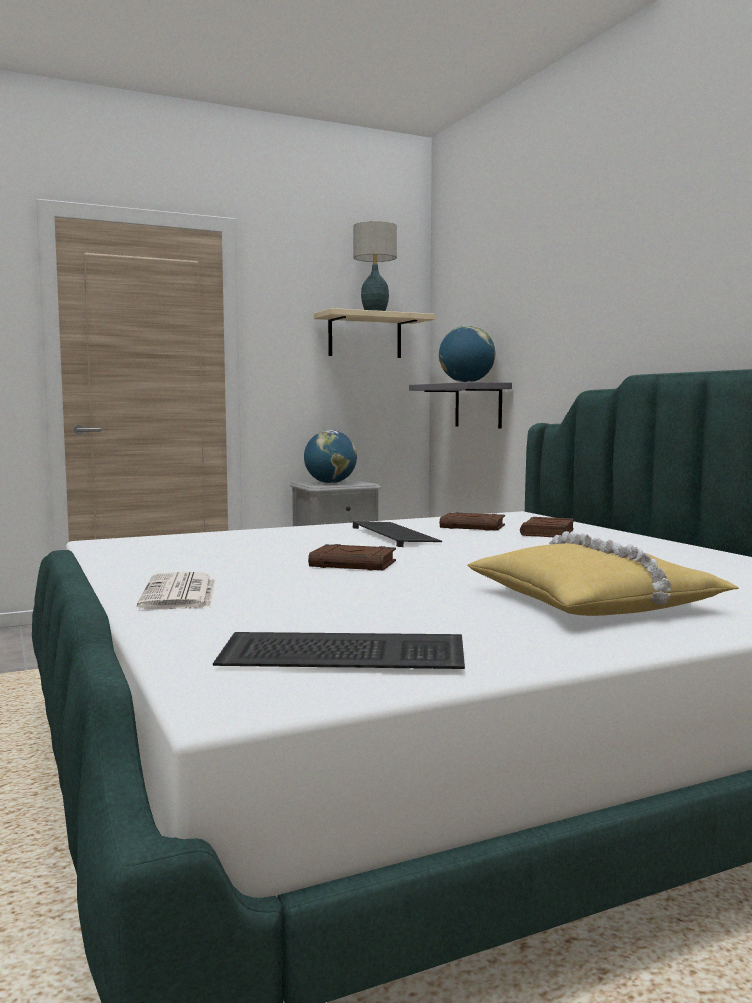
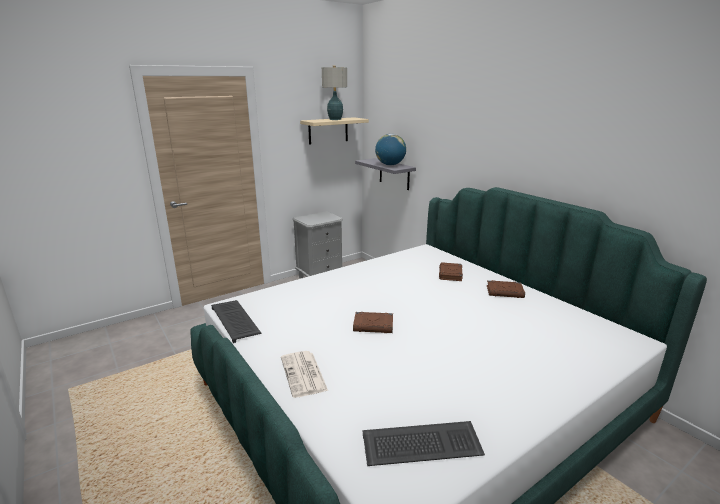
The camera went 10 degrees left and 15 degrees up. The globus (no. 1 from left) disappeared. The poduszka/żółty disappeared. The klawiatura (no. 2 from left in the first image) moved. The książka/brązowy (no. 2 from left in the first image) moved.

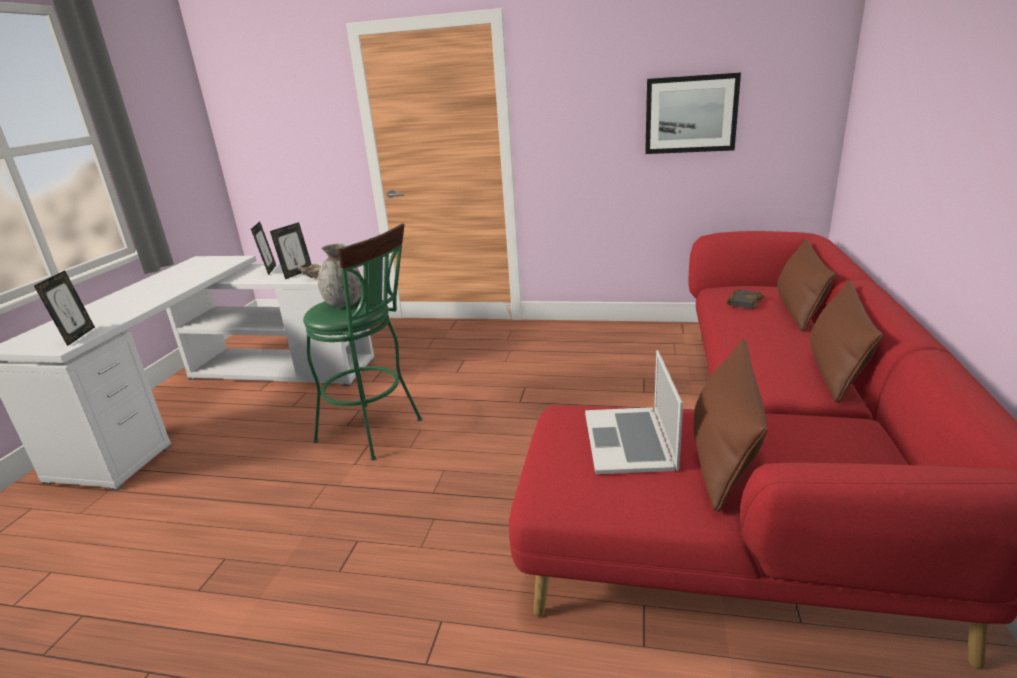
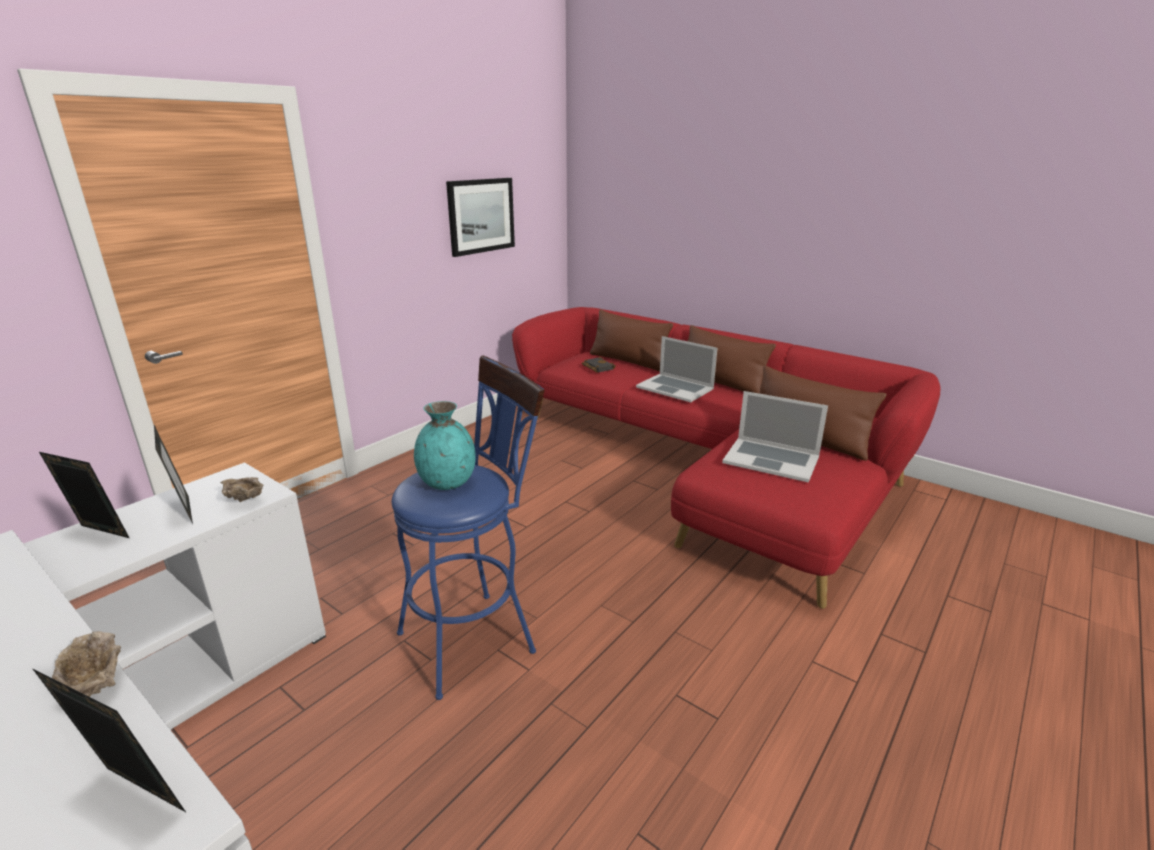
The camera went 65 degrees left and 0 degrees up. The miska/beżowy (no. 1 from left) appeared. The laptop (no. 1 from left) appeared. The stołek/zielony became the stołek/niebieski. The wazon/szary became the wazon/turkusowy.

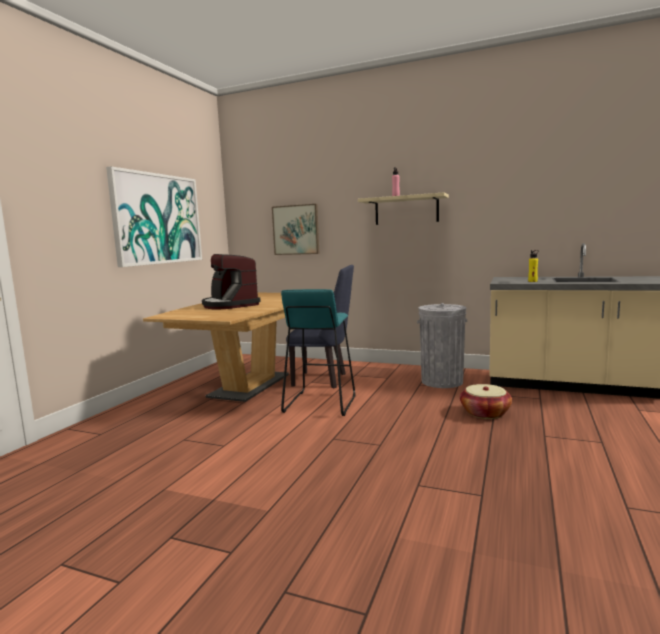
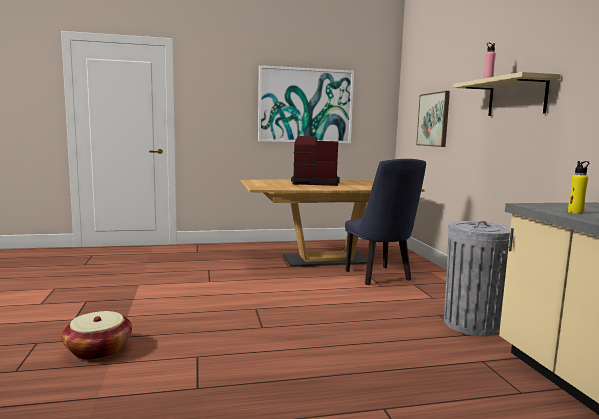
The camera went 55 degrees right and 0 degrees up. The stołek/turkusowy disappeared. The koszyk moved. The ekspres do kawy turned 75 degrees clockwise.

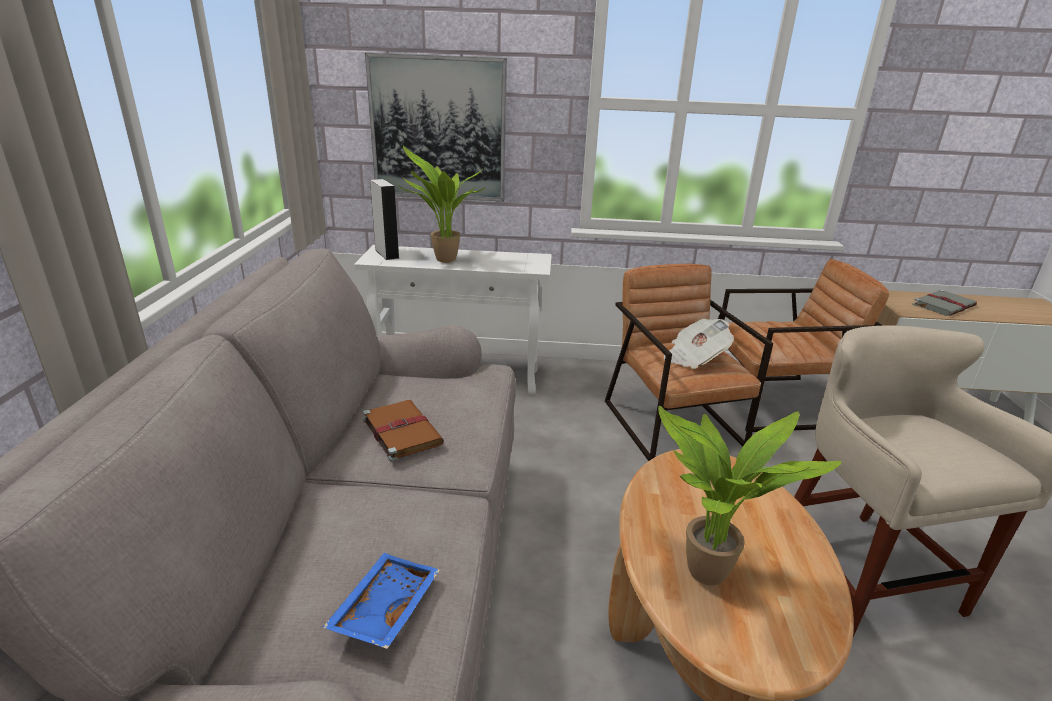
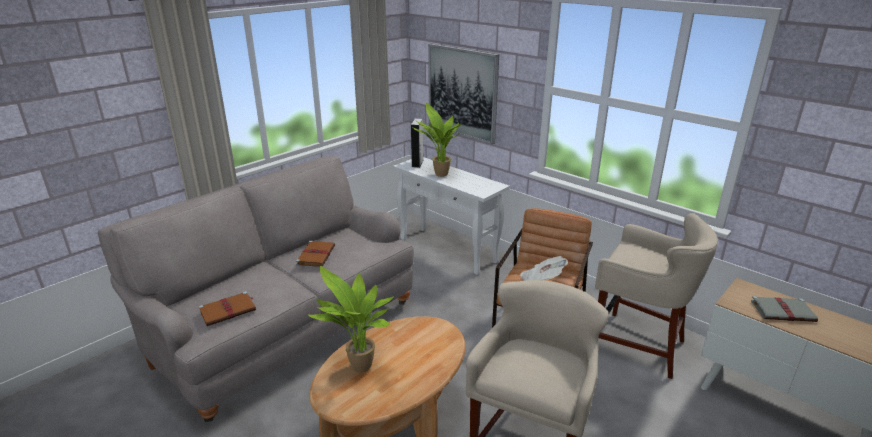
The camera went 40 degrees right and 0 degrees up. The taca/niebieski was replaced by the książka/brązowy (no. 1 from left). The fotel/brązowy (no. 2 from left) was replaced by the stołek/beżowy (no. 2 from left).

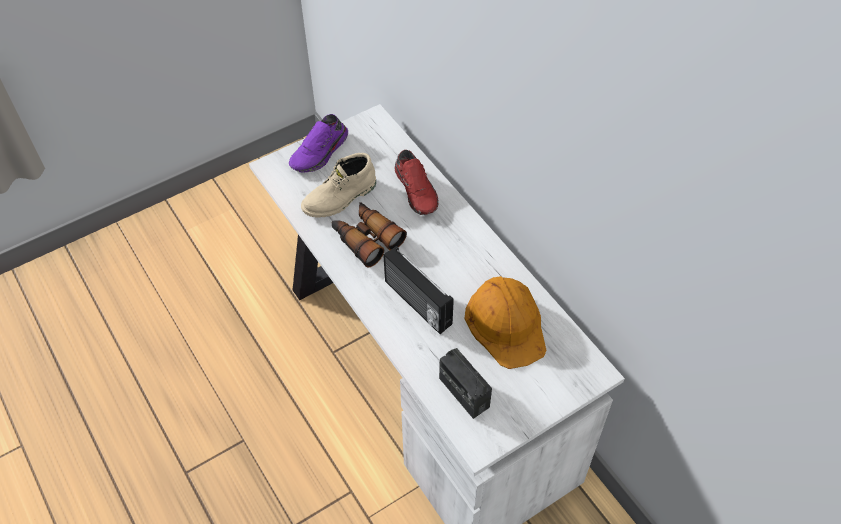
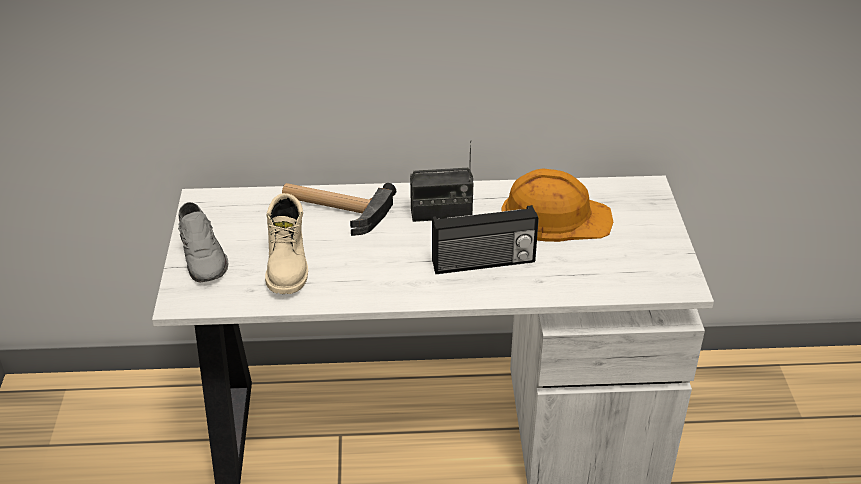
The camera went 60 degrees left and 15 degrees down. The lornetka disappeared. The radio (no. 2 from left in the first image) moved. The but/czerwony was replaced by the młotek. The but/fioletowy became the but/szary.

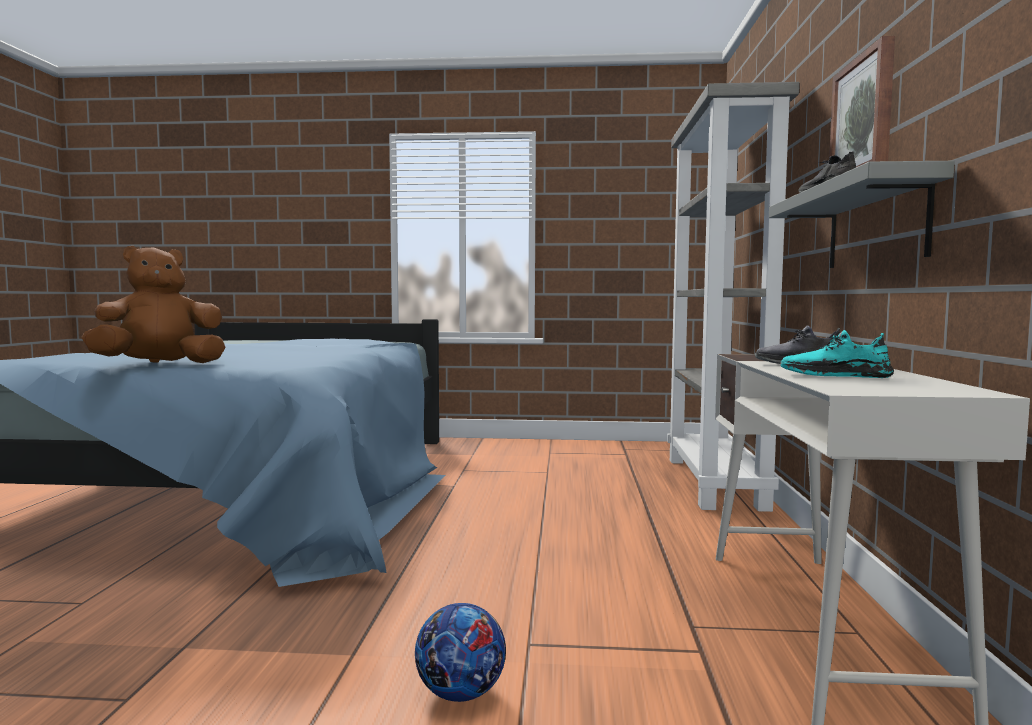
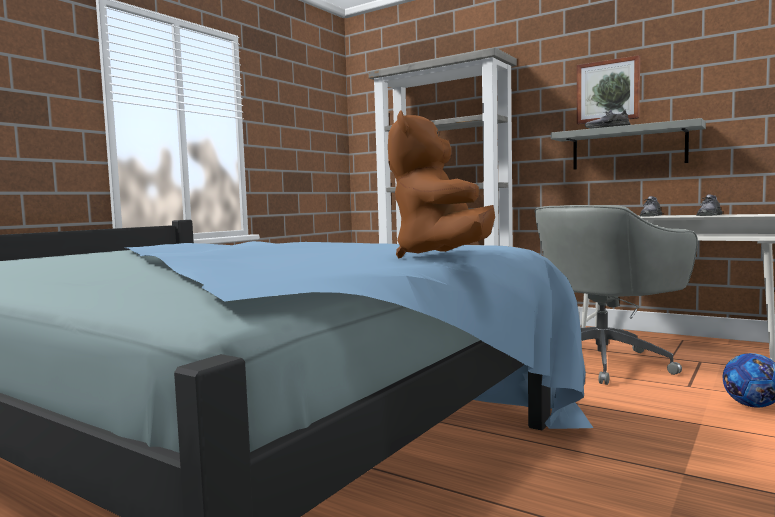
The camera went 60 degrees left and 0 degrees up. The krzesło biurowe/szary appeared. The but/turkusowy became the but/szary (no. 3 from left).

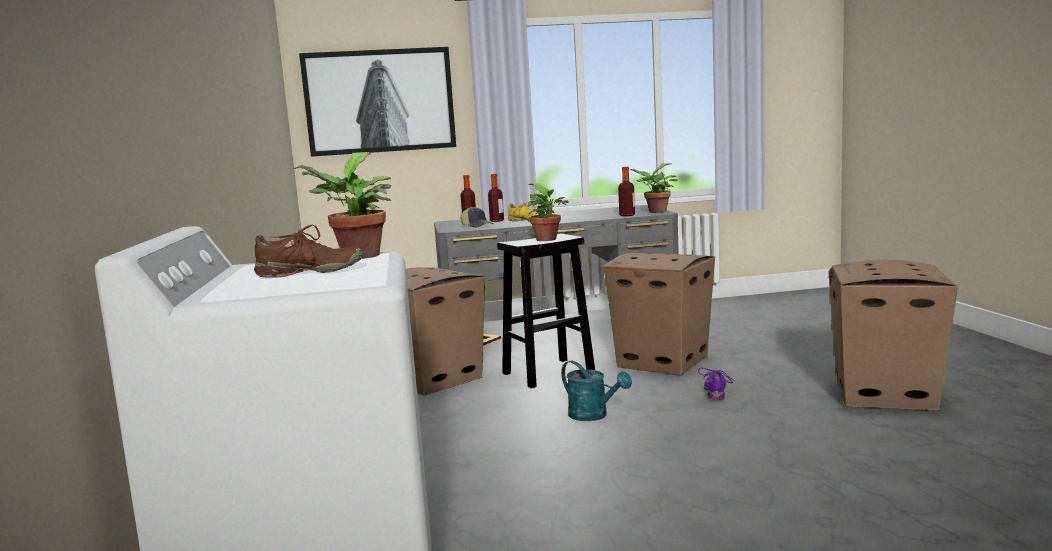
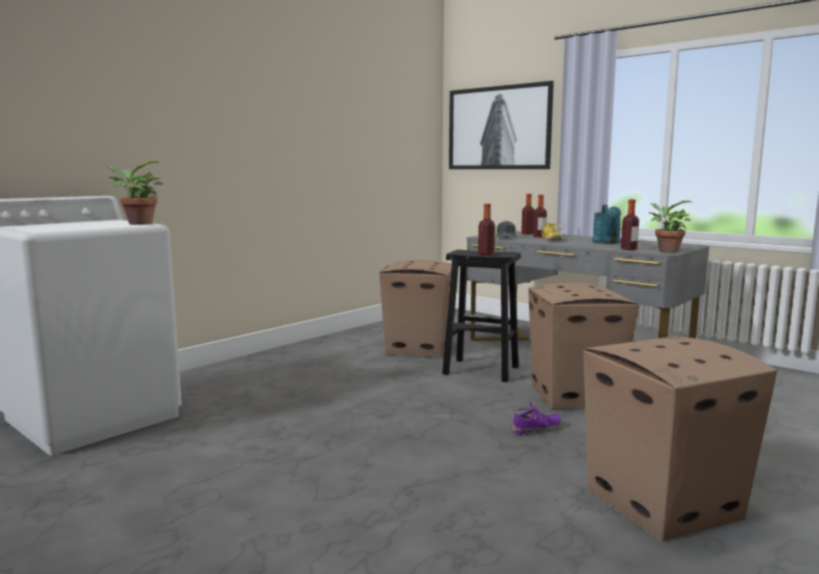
The camera went 50 degrees right and 0 degrees up. The but/brązowy disappeared. The konewka/turkusowy moved. The roślina doniczkowa (no. 2 from left) was replaced by the butelka (no. 1 from left).

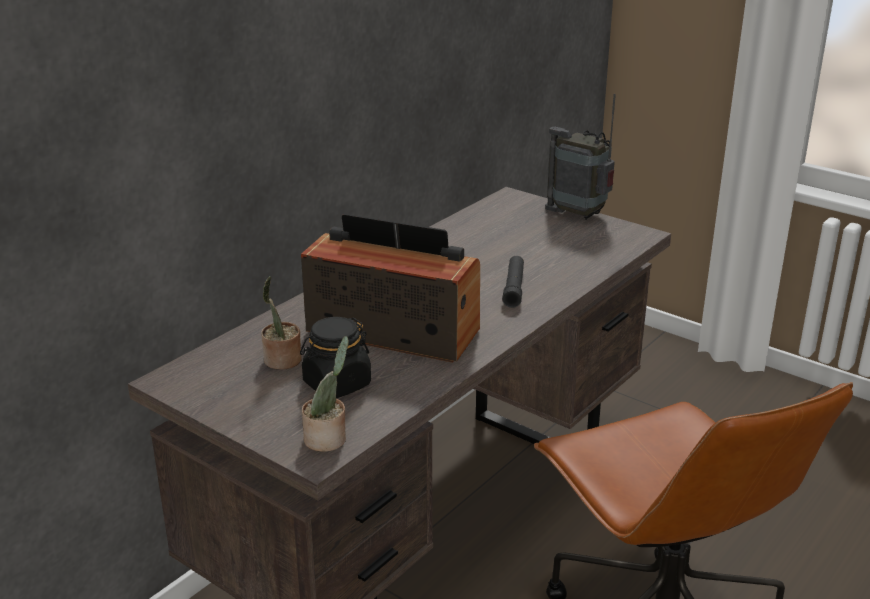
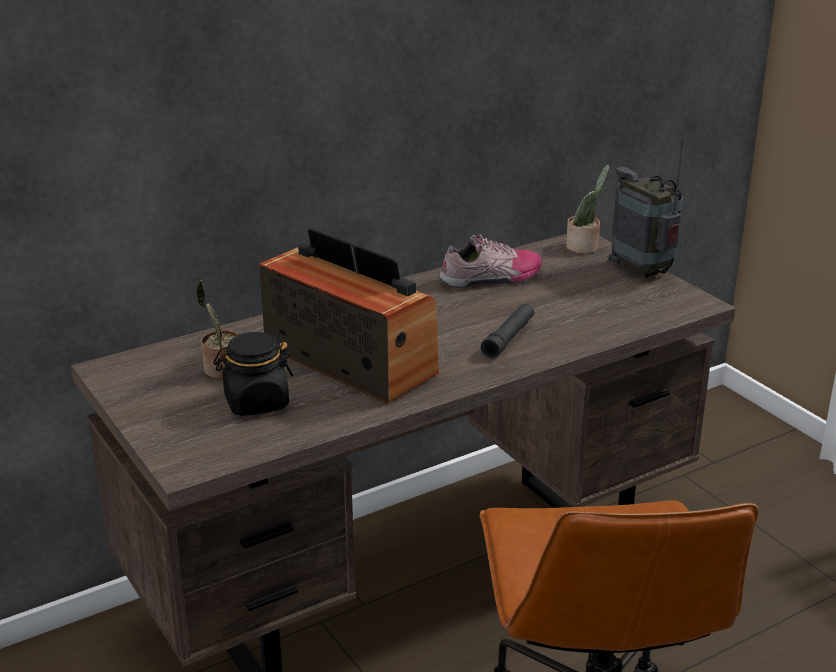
The camera went 20 degrees right and 0 degrees up. The but appeared. The roślina doniczkowa (no. 2 from left) moved.

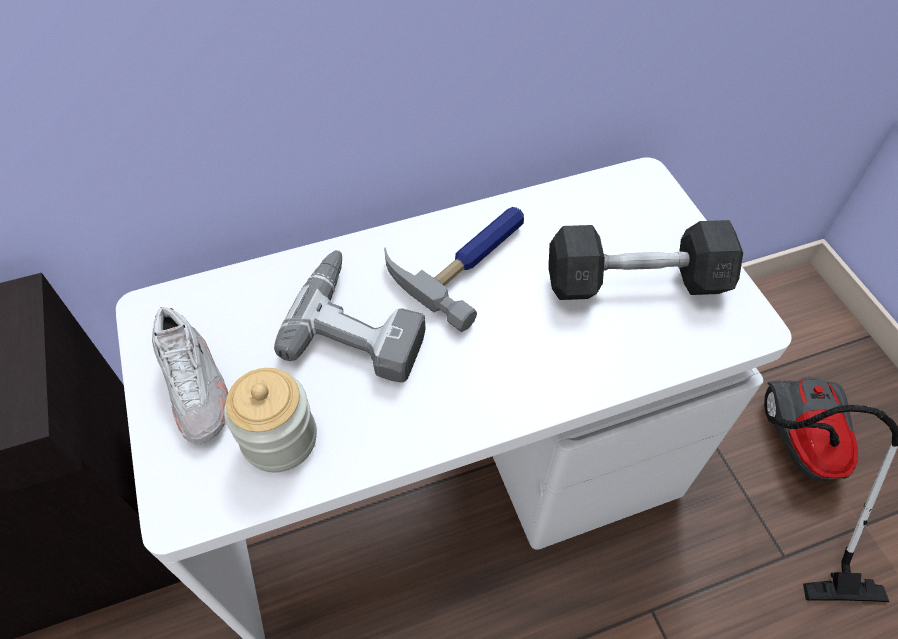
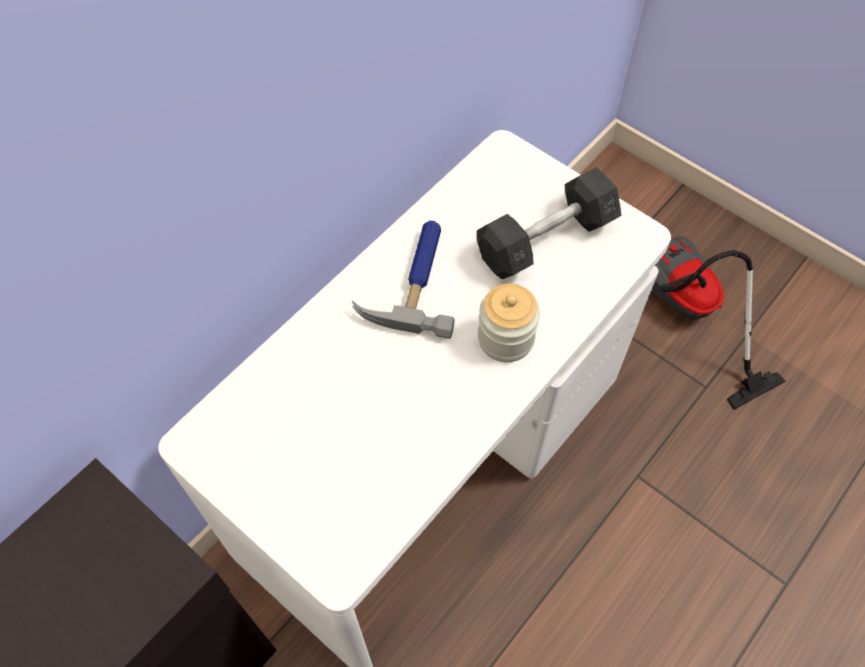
The camera went 30 degrees left and 5 degrees up. The but/biały disappeared. The wiertarka disappeared. The słoik moved.

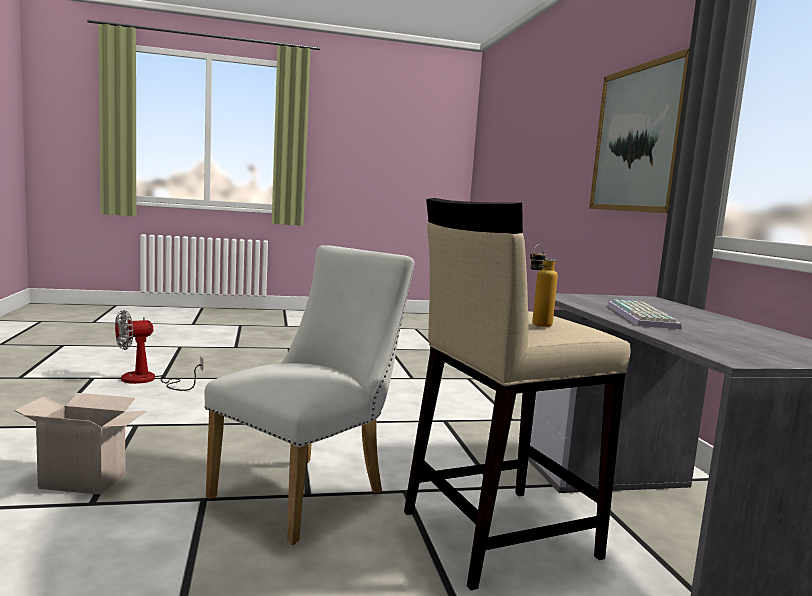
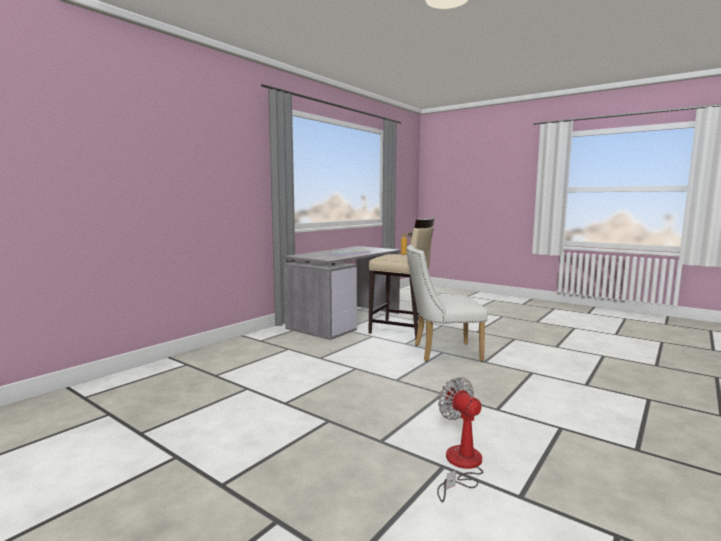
The camera went 130 degrees left and 0 degrees up. The karton disappeared. The obraz disappeared. The wentylator turned 135 degrees counterclockwise.

